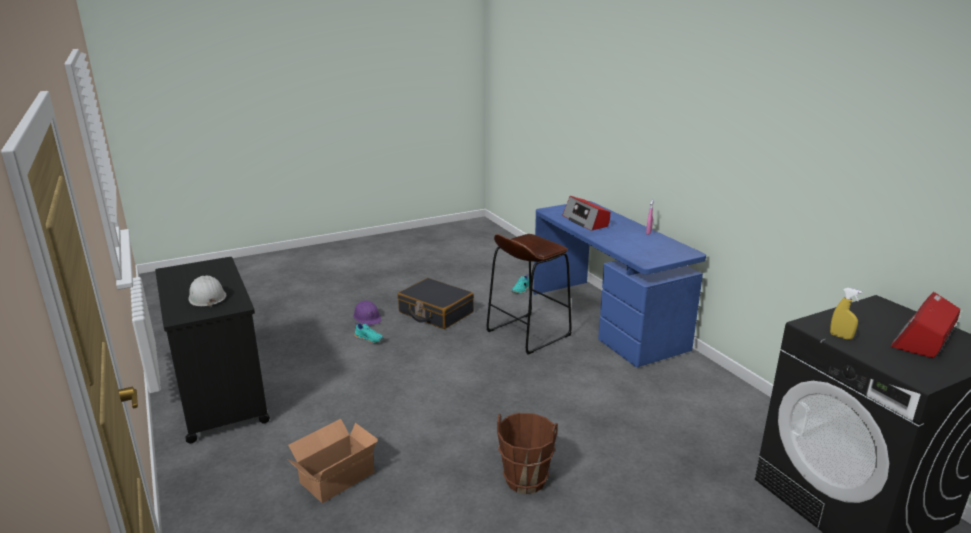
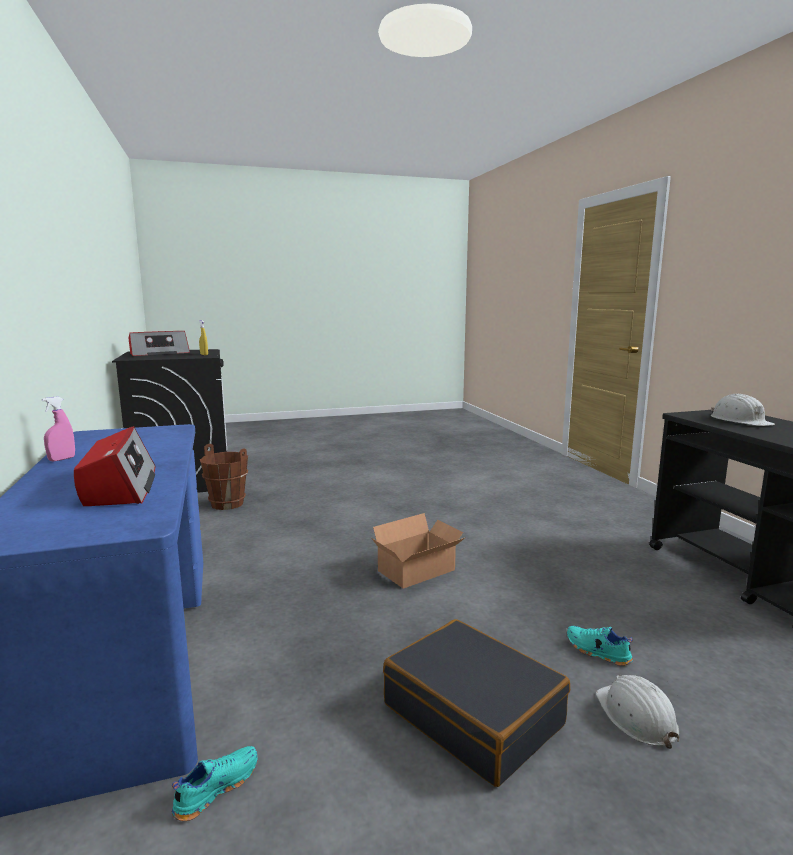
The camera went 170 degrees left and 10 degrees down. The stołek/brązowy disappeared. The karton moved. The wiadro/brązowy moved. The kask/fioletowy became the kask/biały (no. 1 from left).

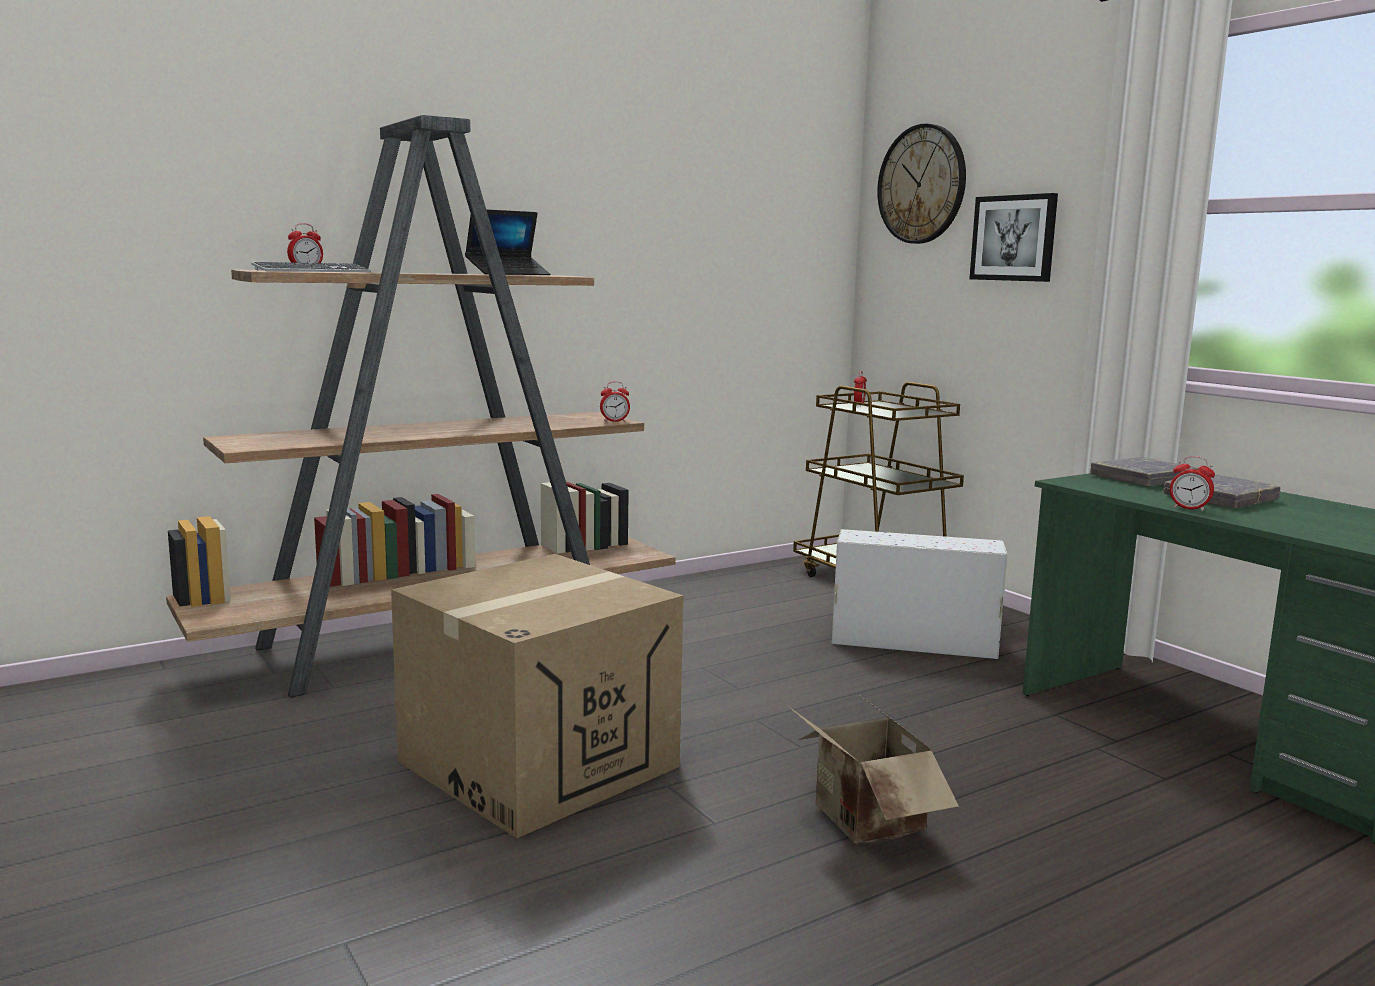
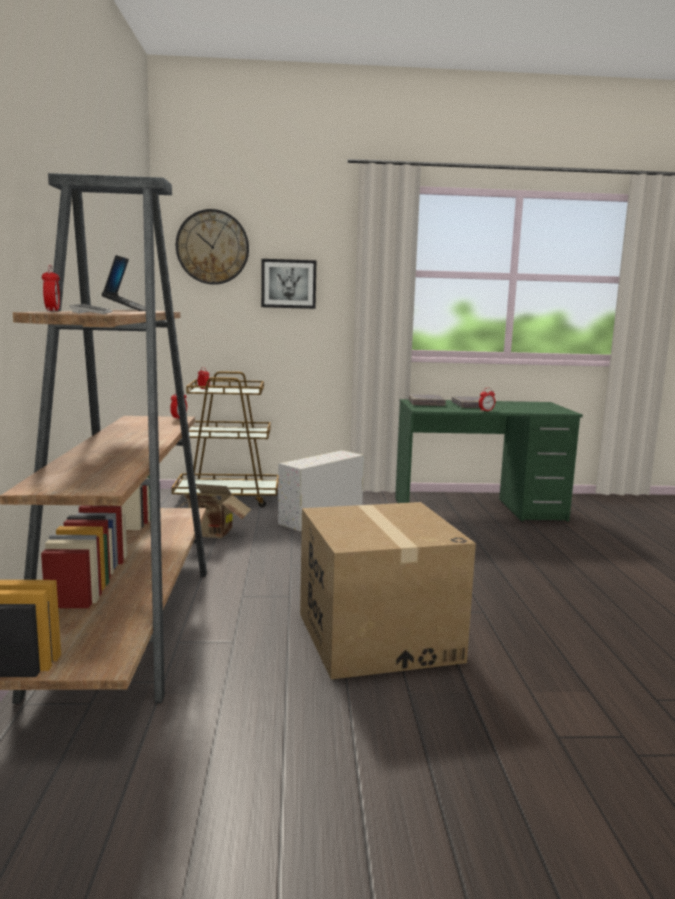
The camera went 60 degrees left and 0 degrees up. The karton (no. 2 from left in the first image) moved.

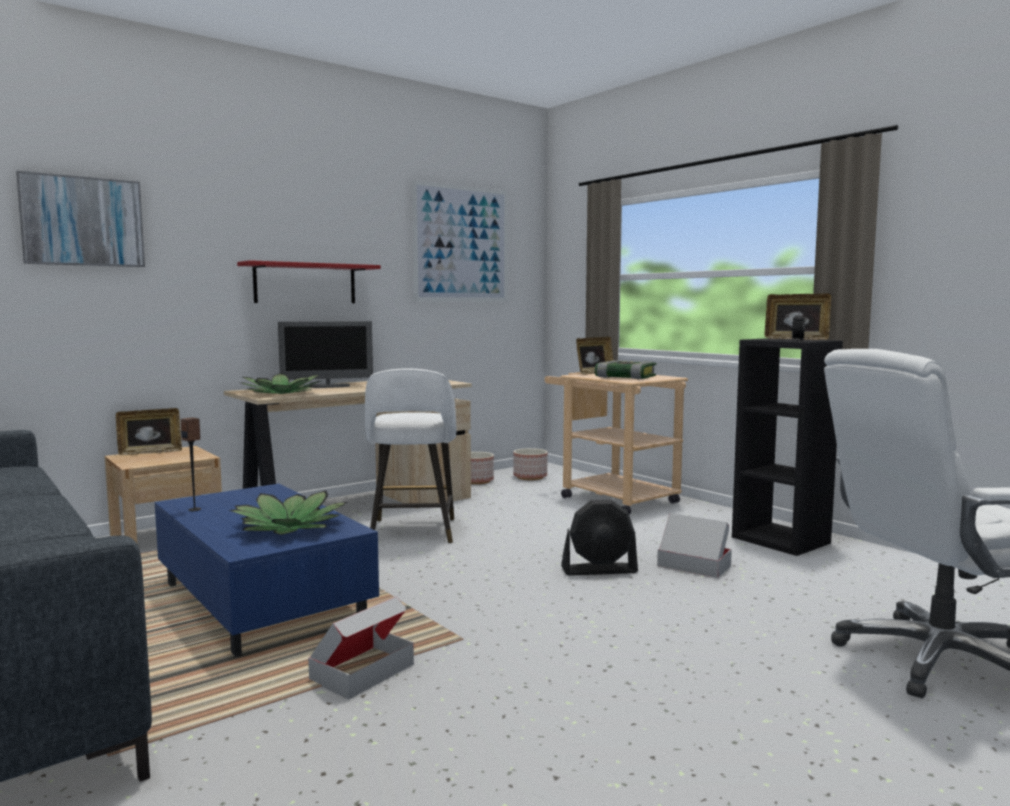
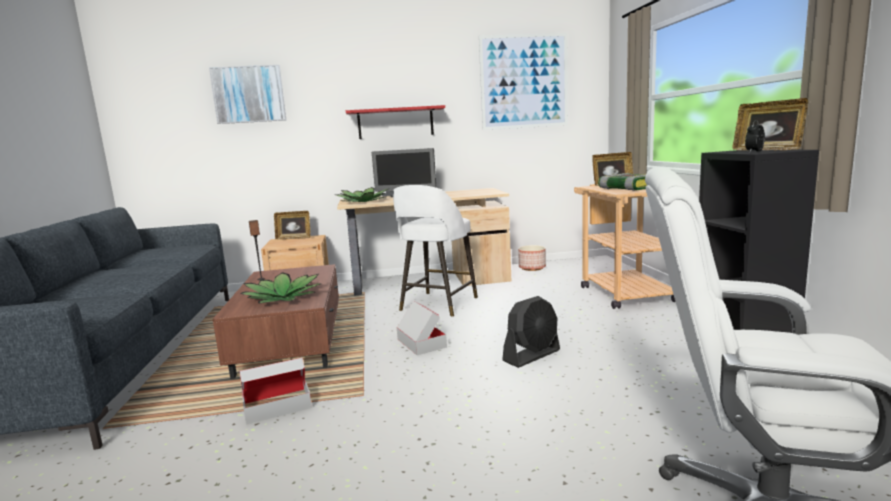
The camera went 30 degrees right and 5 degrees up. The donica (no. 2 from left) disappeared. The karton (no. 2 from left) moved. The ława/niebieski became the ława/brązowy. The wentylator/czarny turned 60 degrees counterclockwise.

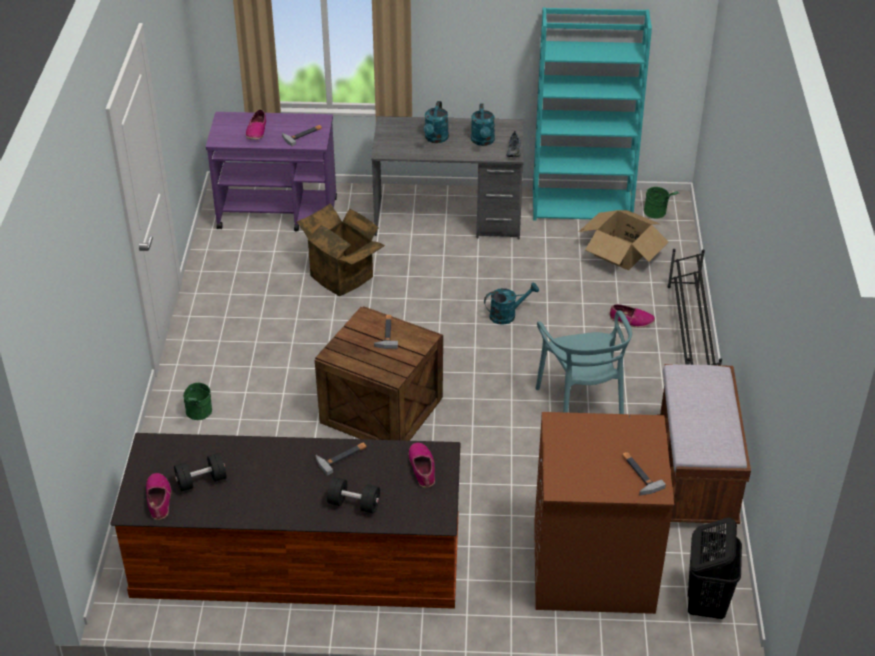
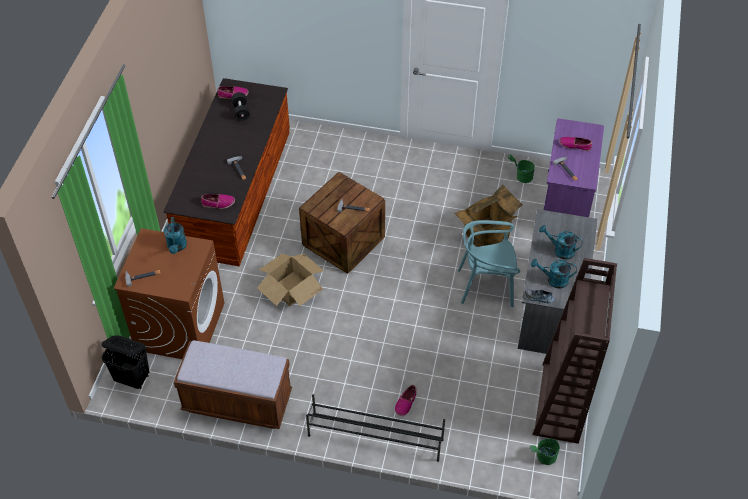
The camera went 100 degrees right and 10 degrees up. The hantel/czarny (no. 2 from left) disappeared. The wiadro/zielony (no. 1 from left) moved. The konewka/turkusowy (no. 3 from left in the first image) moved. The krzesło/turkusowy moved. The karton (no. 2 from left in the first image) moved. The regał/turkusowy became the regał/brązowy.

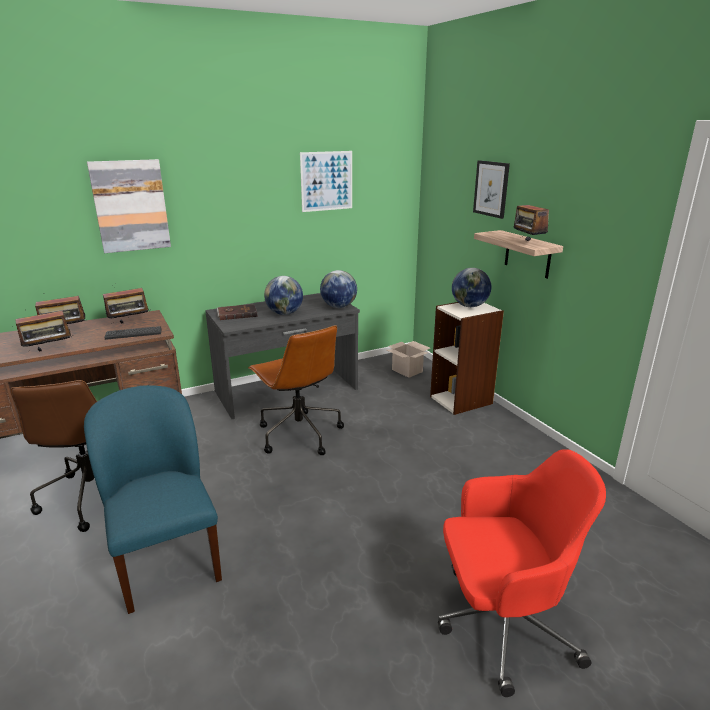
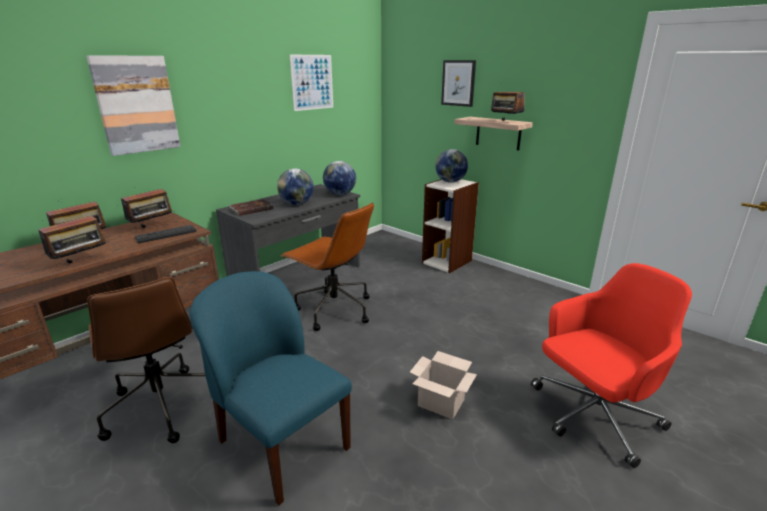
The camera went 20 degrees left and 0 degrees up. The karton moved.

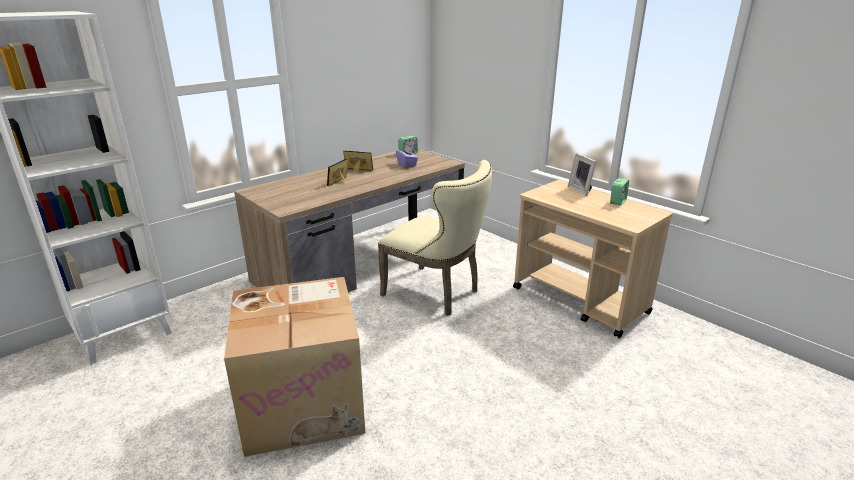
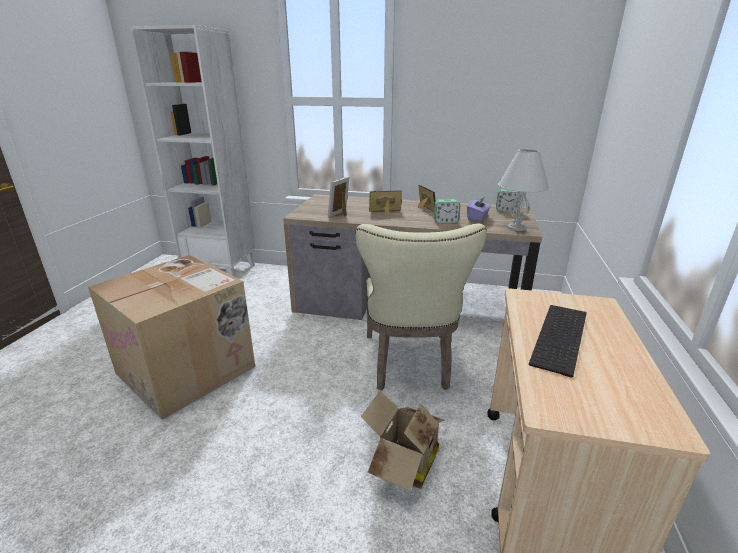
The camera went 55 degrees right and 0 degrees up. The karton (no. 2 from left) appeared. The lampa stołowa/biały appeared. The klawiatura appeared. The ramka na zdjęcie (no. 3 from left in the first image) moved. The budzik (no. 2 from left in the first image) moved.

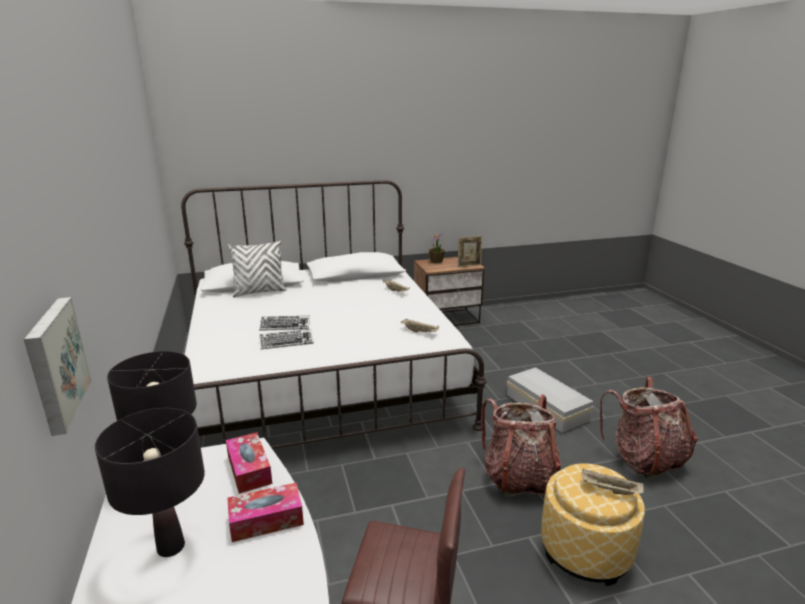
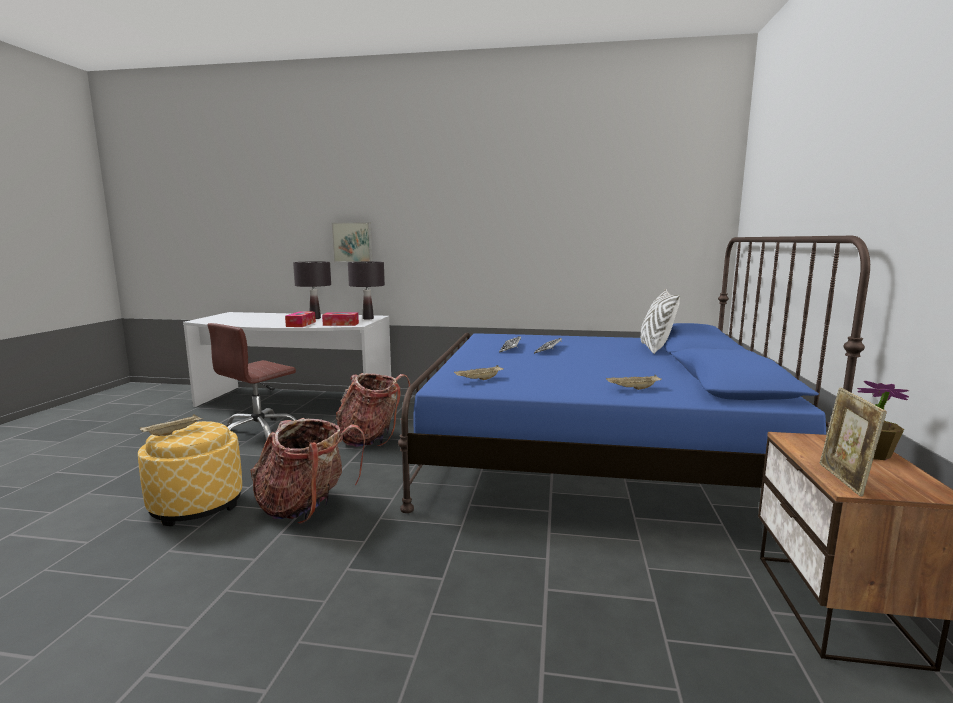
The camera went 115 degrees right and 10 degrees down. The pojemnik do przechowywania/biały disappeared. The plecak (no. 2 from left) moved. The łóżko/biały became the łóżko/niebieski.

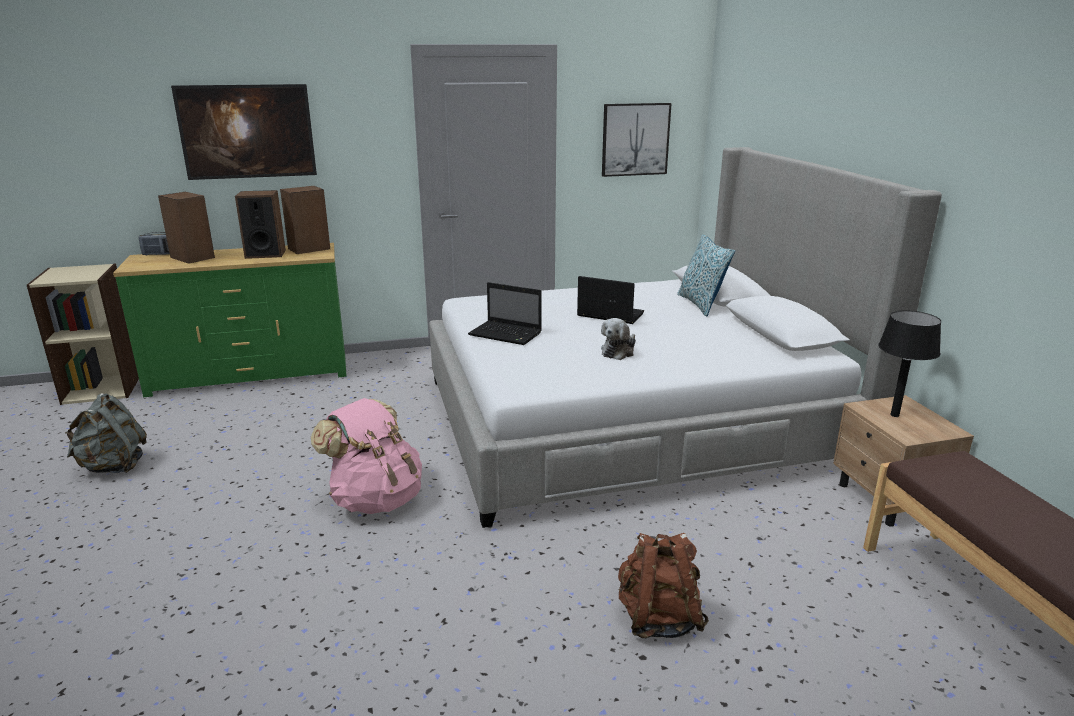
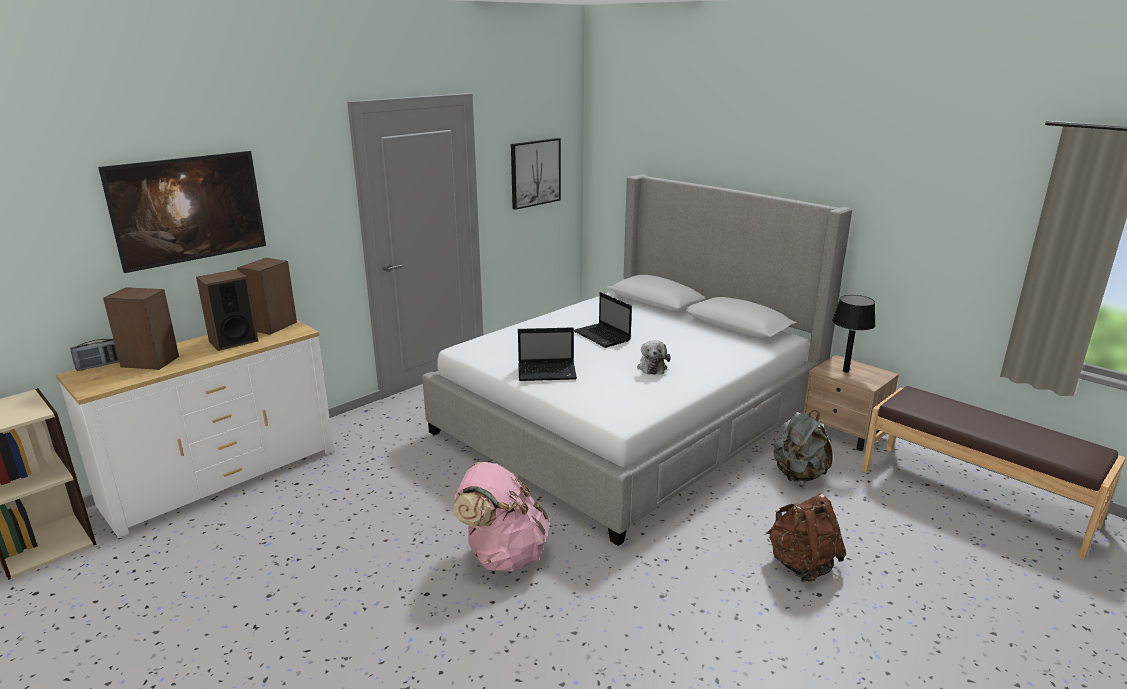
The camera went 30 degrees left and 0 degrees up. The poduszka disappeared. The plecak/szary moved. The komoda/zielony became the komoda/biały. The laptop (no. 2 from left) turned 120 degrees counterclockwise.

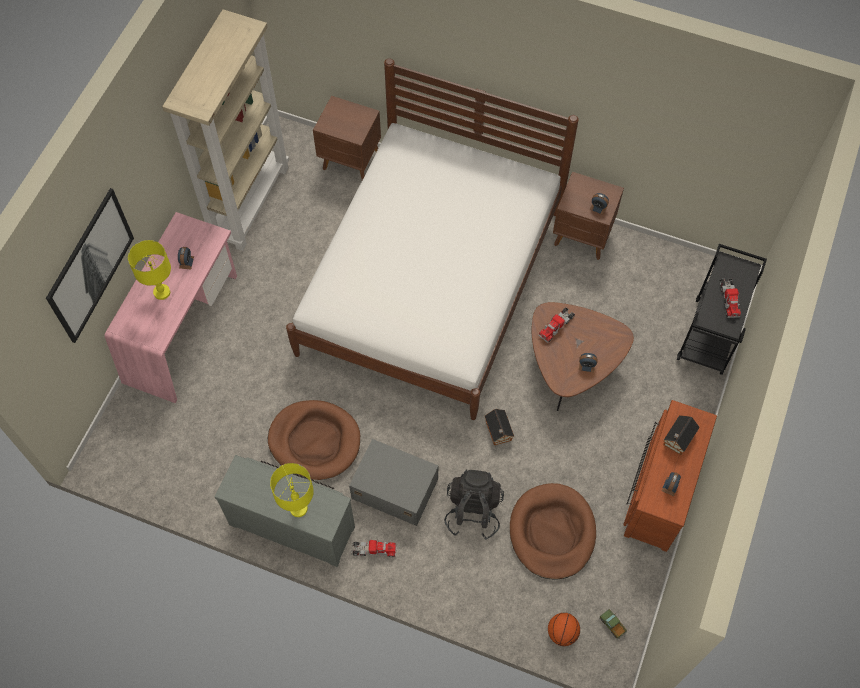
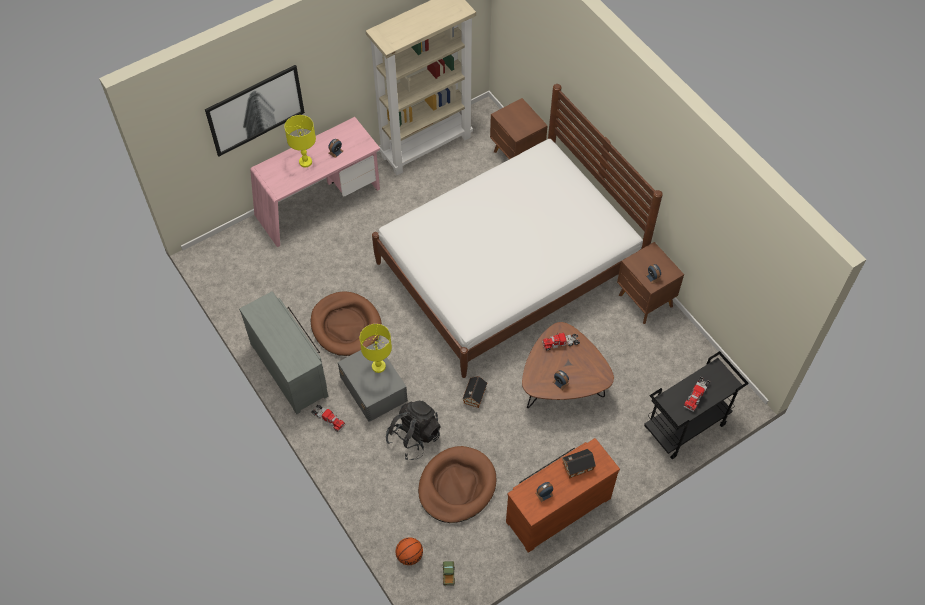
The camera went 35 degrees right and 5 degrees down. The lampa stołowa/żółty (no. 2 from left) moved.

